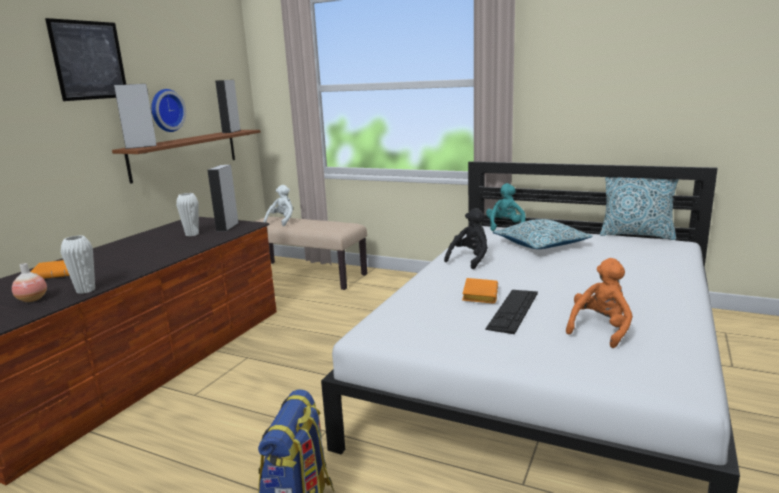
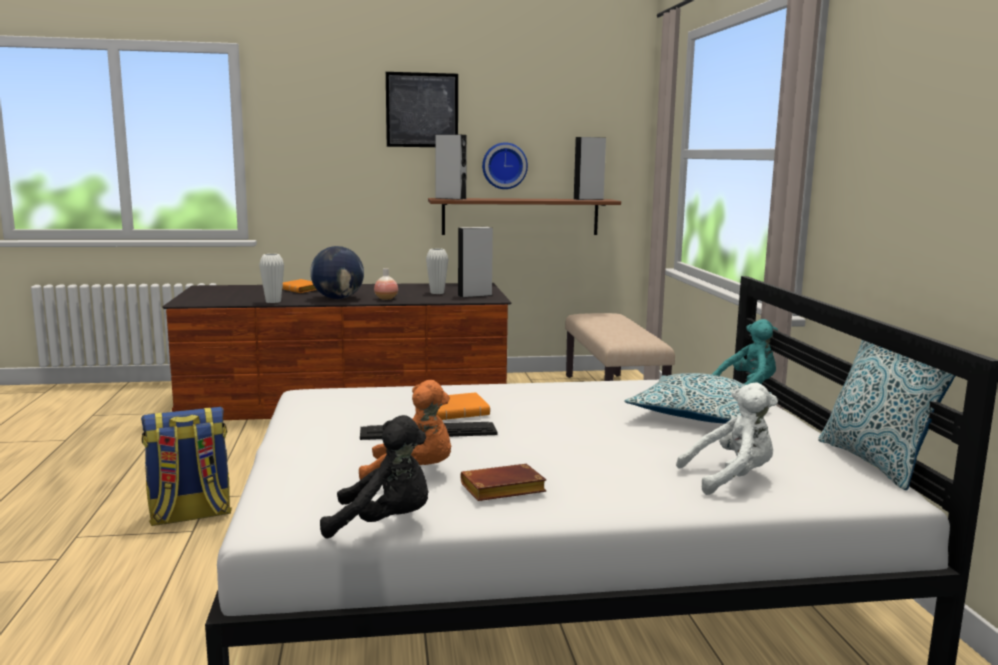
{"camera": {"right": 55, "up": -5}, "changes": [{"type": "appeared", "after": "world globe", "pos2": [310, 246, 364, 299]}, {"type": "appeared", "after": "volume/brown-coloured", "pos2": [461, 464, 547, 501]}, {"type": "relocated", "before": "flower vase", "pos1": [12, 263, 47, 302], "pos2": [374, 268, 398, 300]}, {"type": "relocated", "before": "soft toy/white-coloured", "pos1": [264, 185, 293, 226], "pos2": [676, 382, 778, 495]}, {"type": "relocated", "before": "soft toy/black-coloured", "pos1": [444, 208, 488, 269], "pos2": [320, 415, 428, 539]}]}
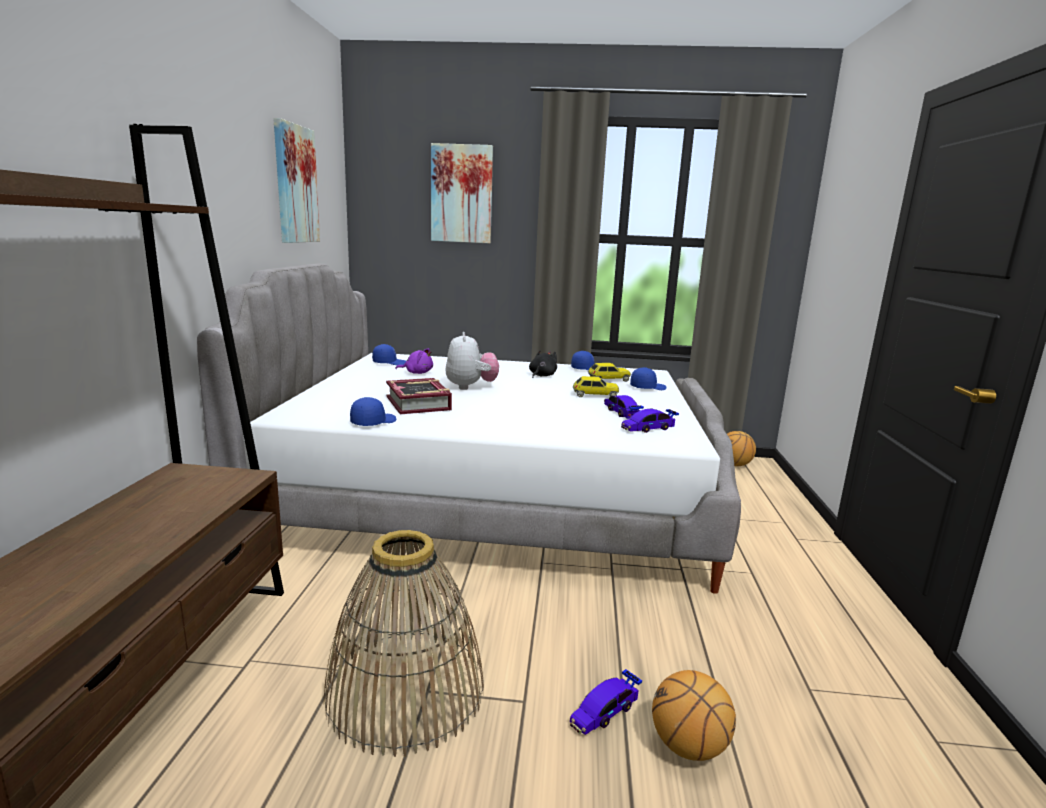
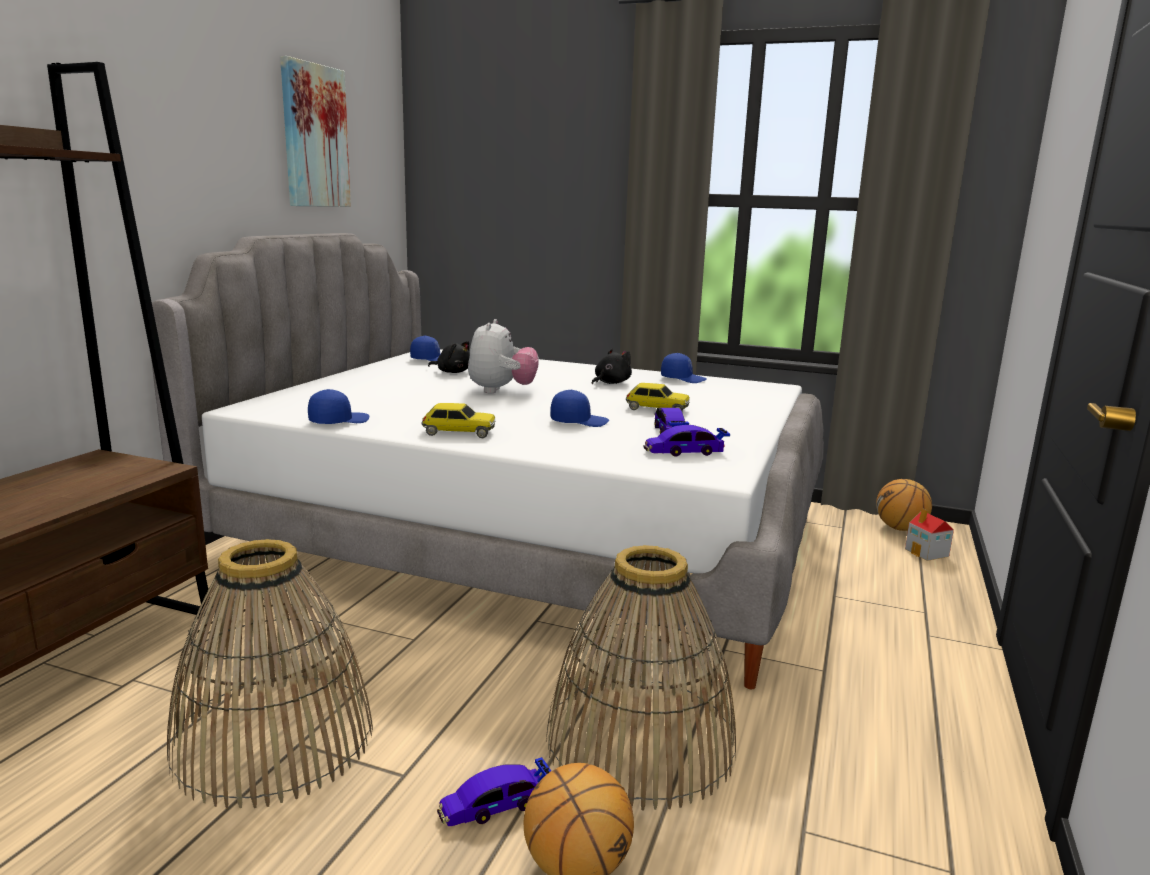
{"camera": {"right": 15, "up": 0}, "changes": [{"type": "missing", "before": "volume", "pos1": [386, 378, 452, 414]}, {"type": "missing", "before": "picture", "pos1": [431, 143, 493, 243]}, {"type": "appeared", "after": "household basket", "pos2": [546, 545, 736, 811]}, {"type": "appeared", "after": "model house", "pos2": [905, 508, 954, 561]}, {"type": "relocated", "before": "miniature car", "pos1": [588, 363, 631, 382], "pos2": [422, 403, 495, 438]}, {"type": "relocated", "before": "cap/blue", "pos1": [630, 367, 667, 390], "pos2": [551, 390, 609, 427]}, {"type": "colour", "before": "soft toy/purple", "after": "soft toy/black-coloured", "pos1": [395, 348, 433, 374], "pos2": [428, 341, 470, 373]}]}
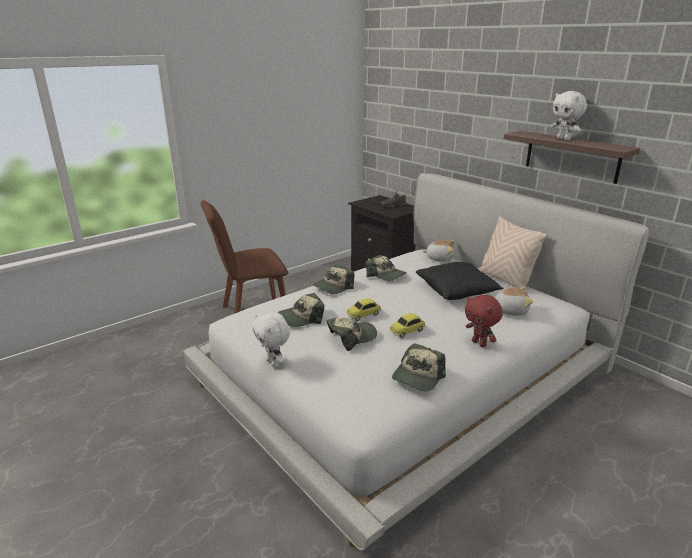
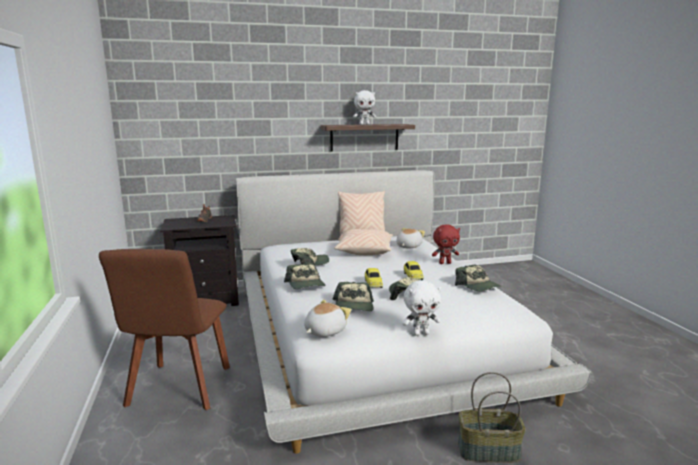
{"camera": {"right": -65, "up": -10}, "changes": [{"type": "appeared", "after": "household basket", "pos2": [458, 372, 526, 463]}, {"type": "relocated", "before": "soft toy", "pos1": [423, 240, 455, 262], "pos2": [304, 300, 351, 337]}, {"type": "colour", "before": "throw pillow/black-coloured", "after": "throw pillow/beige", "pos1": [416, 262, 504, 300], "pos2": [334, 229, 393, 255]}]}
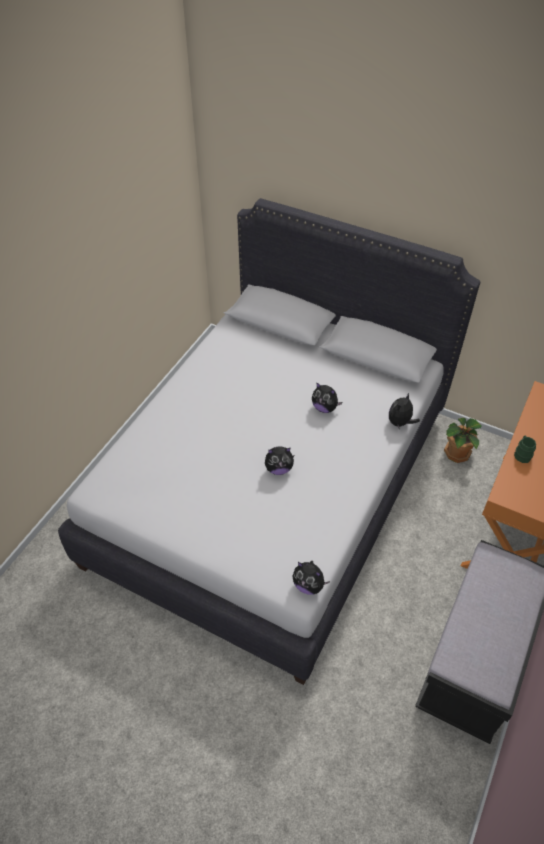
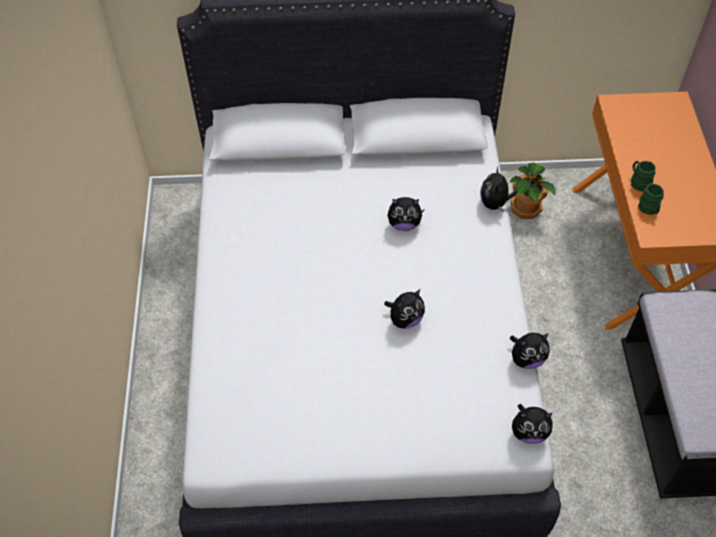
{"camera": {"right": -30, "up": 5}, "changes": [{"type": "appeared", "after": "soft toy", "pos2": [510, 333, 550, 369]}, {"type": "appeared", "after": "tea mug/green-coloured", "pos2": [638, 184, 664, 215]}]}
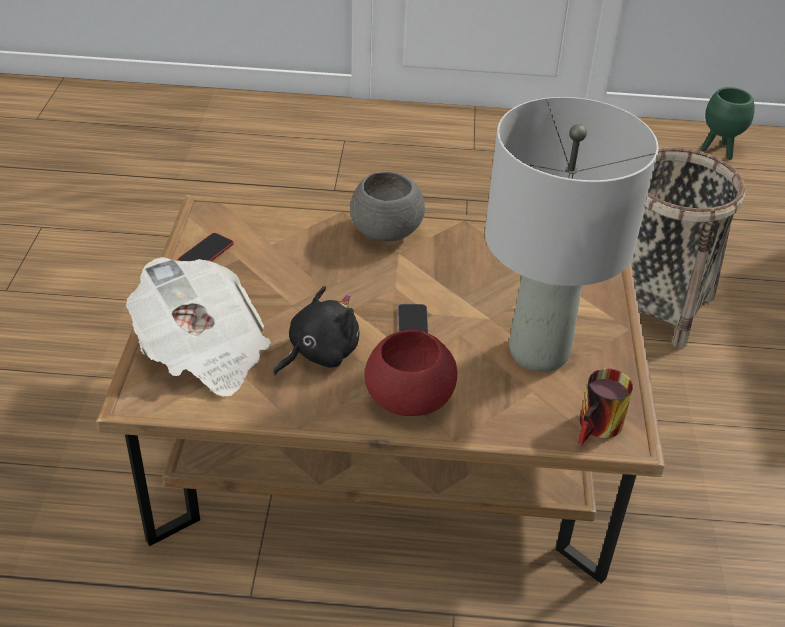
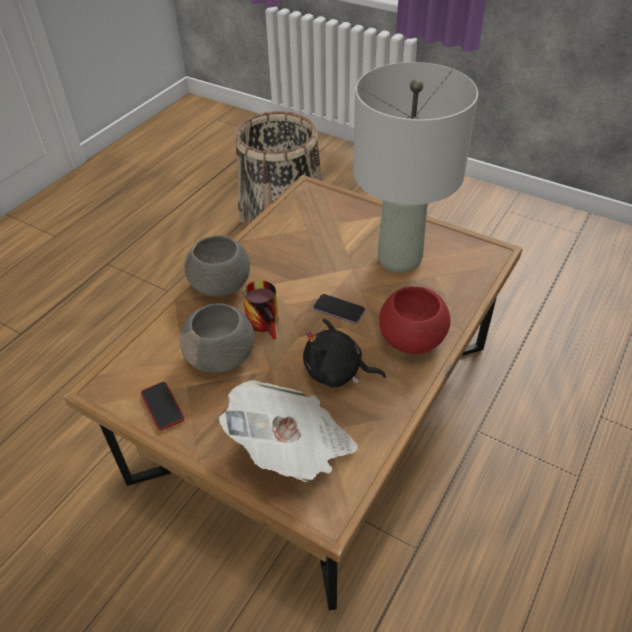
{"camera": {"right": -60, "up": 5}, "changes": [{"type": "missing", "before": "planter/green-coloured", "pos1": [701, 87, 755, 160]}, {"type": "appeared", "after": "bowl/greyish", "pos2": [180, 303, 254, 373]}, {"type": "relocated", "before": "tea mug", "pos1": [578, 368, 633, 445], "pos2": [243, 280, 278, 340]}, {"type": "spun", "before": "soft toy/black-coloured", "pos1": [273, 286, 359, 376], "pos2": [303, 319, 386, 387], "turn": -60}]}
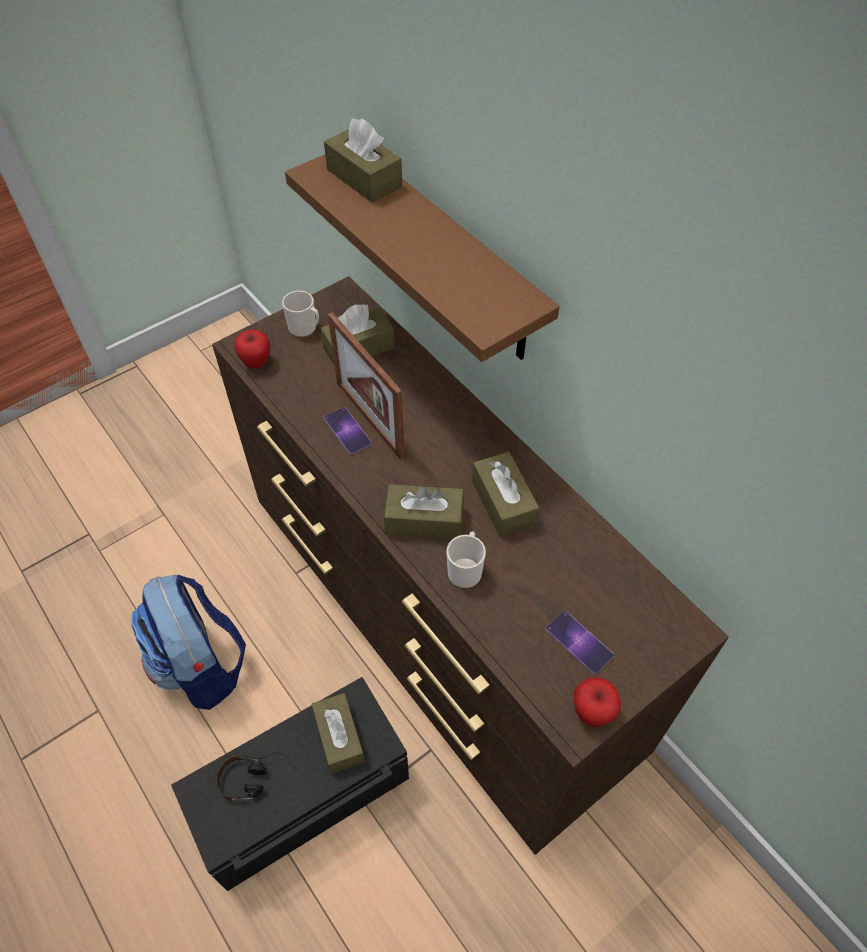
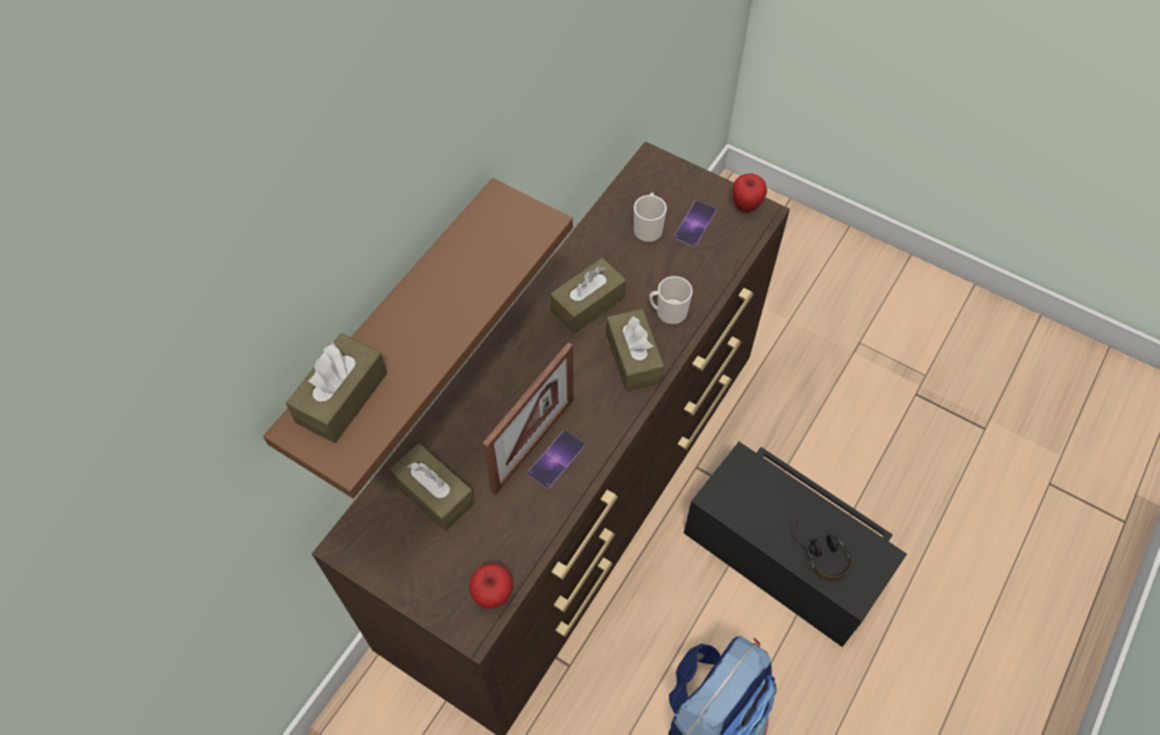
{"camera": {"right": -110, "up": 5}, "changes": [{"type": "missing", "before": "tissue box/brown-coloured", "pos1": [311, 693, 365, 774]}, {"type": "relocated", "before": "tea mug", "pos1": [282, 291, 319, 337], "pos2": [634, 193, 667, 242]}]}
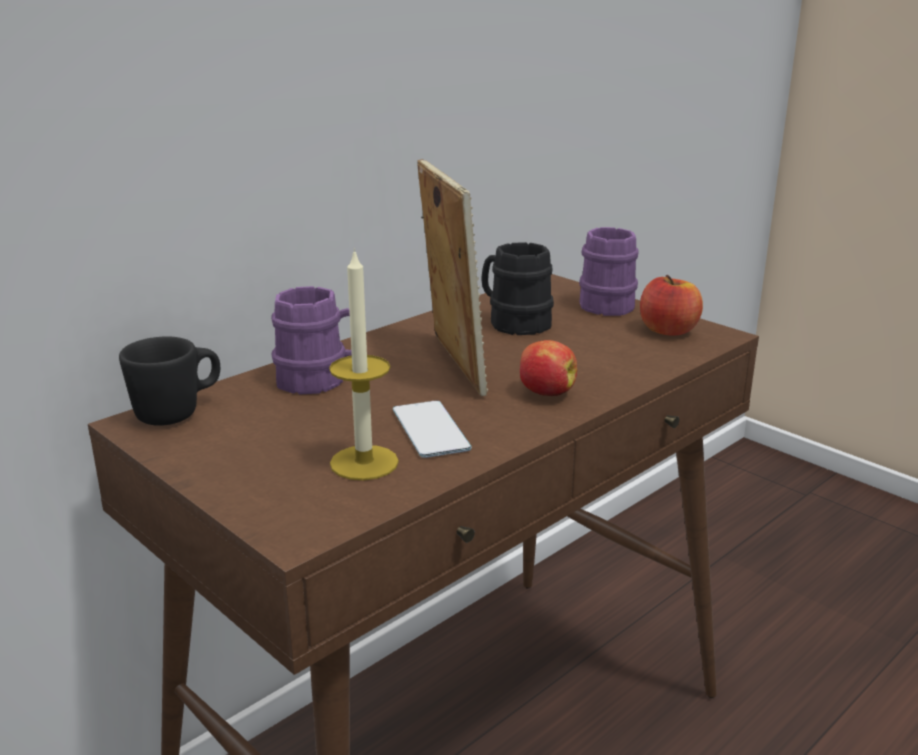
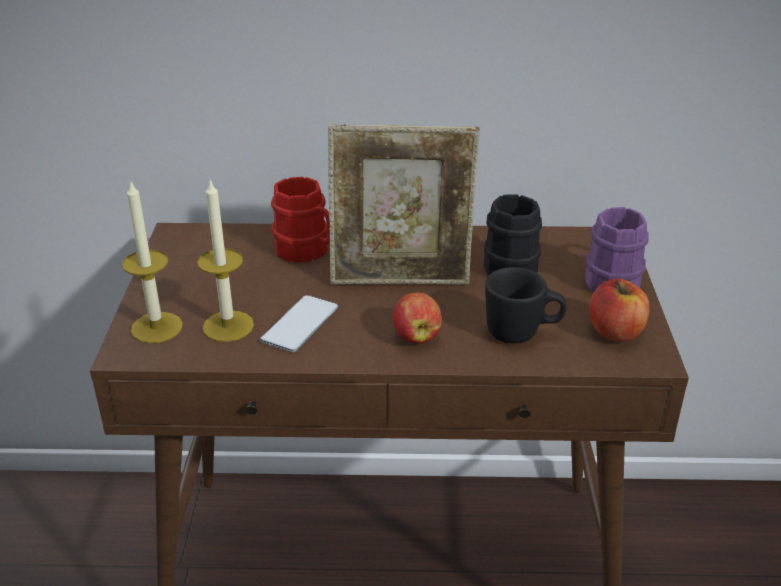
{"camera": {"right": 45, "up": 10}, "changes": [{"type": "appeared", "after": "wax light", "pos2": [122, 180, 183, 343]}, {"type": "relocated", "before": "tea mug/black-coloured", "pos1": [119, 337, 220, 426], "pos2": [485, 267, 567, 344]}, {"type": "colour", "before": "tea mug/purple", "after": "tea mug/red-coloured", "pos1": [271, 286, 352, 395], "pos2": [271, 177, 330, 262]}, {"type": "spun", "before": "picture frame", "pos1": [417, 159, 489, 396], "pos2": [328, 124, 480, 285], "turn": 60}]}
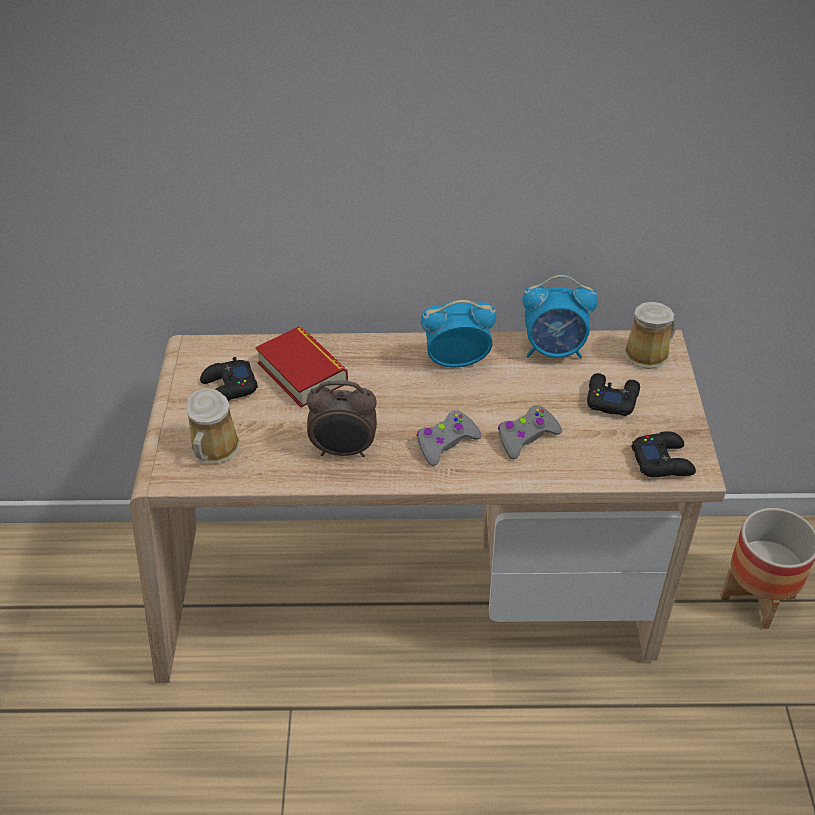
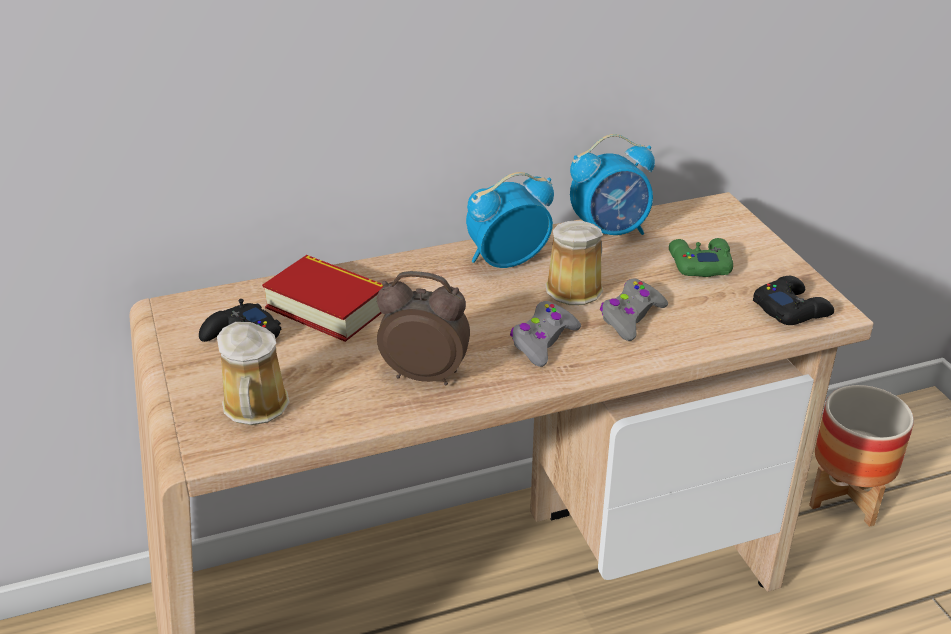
{"camera": {"right": -20, "up": -10}, "changes": [{"type": "relocated", "before": "tea mug", "pos1": [624, 302, 677, 369], "pos2": [545, 221, 603, 305]}, {"type": "colour", "before": "game controller/black-coloured", "after": "game controller/green-coloured", "pos1": [587, 373, 640, 416], "pos2": [669, 238, 733, 277]}, {"type": "spun", "before": "bedside clock", "pos1": [307, 381, 377, 457], "pos2": [377, 271, 470, 385], "turn": -150}]}
